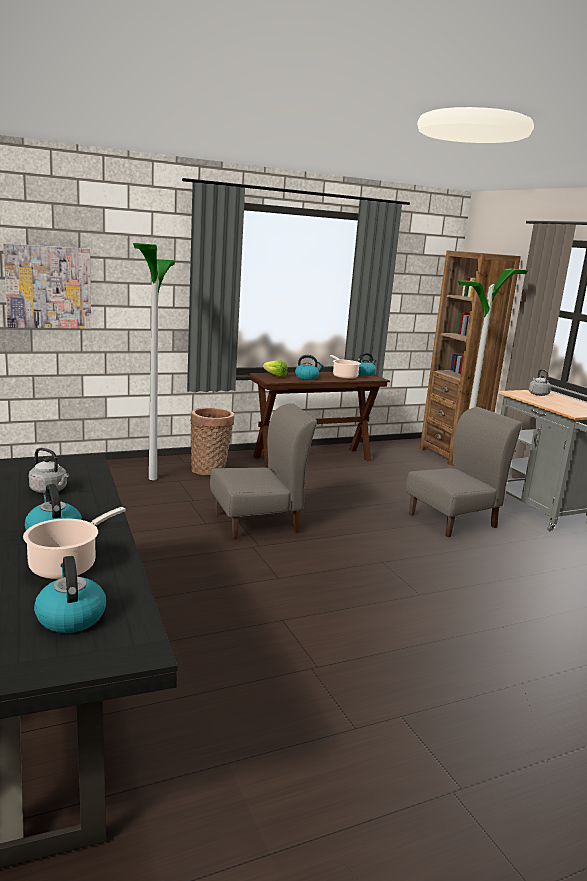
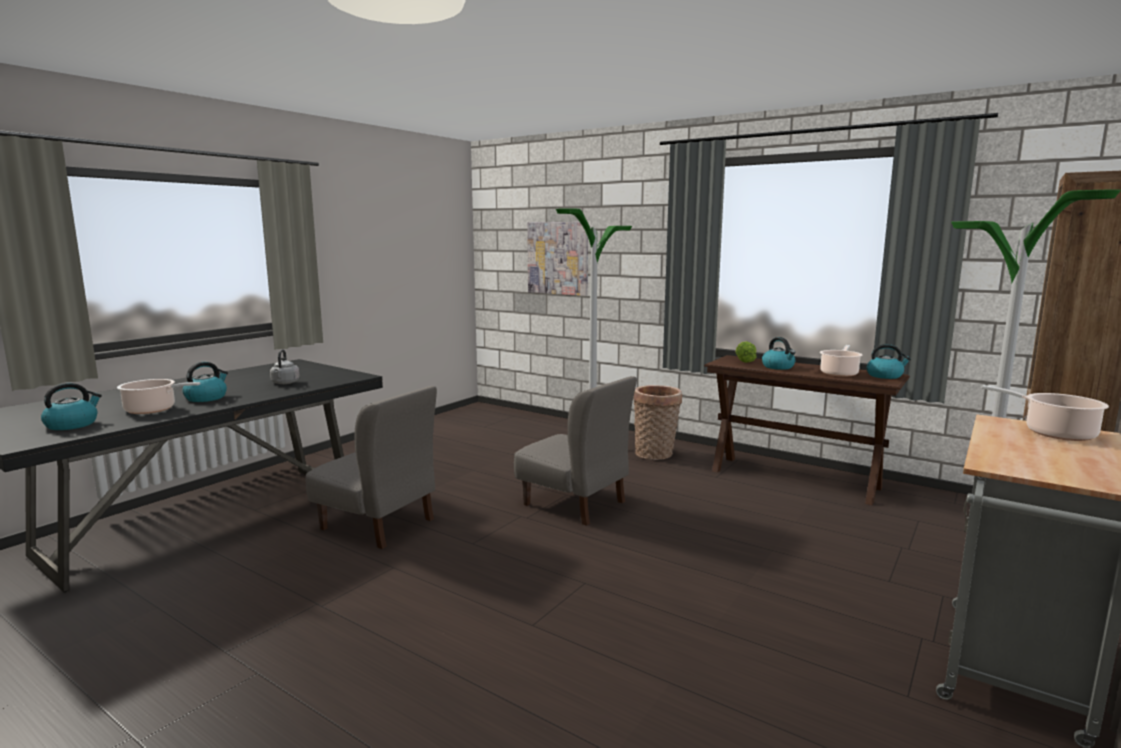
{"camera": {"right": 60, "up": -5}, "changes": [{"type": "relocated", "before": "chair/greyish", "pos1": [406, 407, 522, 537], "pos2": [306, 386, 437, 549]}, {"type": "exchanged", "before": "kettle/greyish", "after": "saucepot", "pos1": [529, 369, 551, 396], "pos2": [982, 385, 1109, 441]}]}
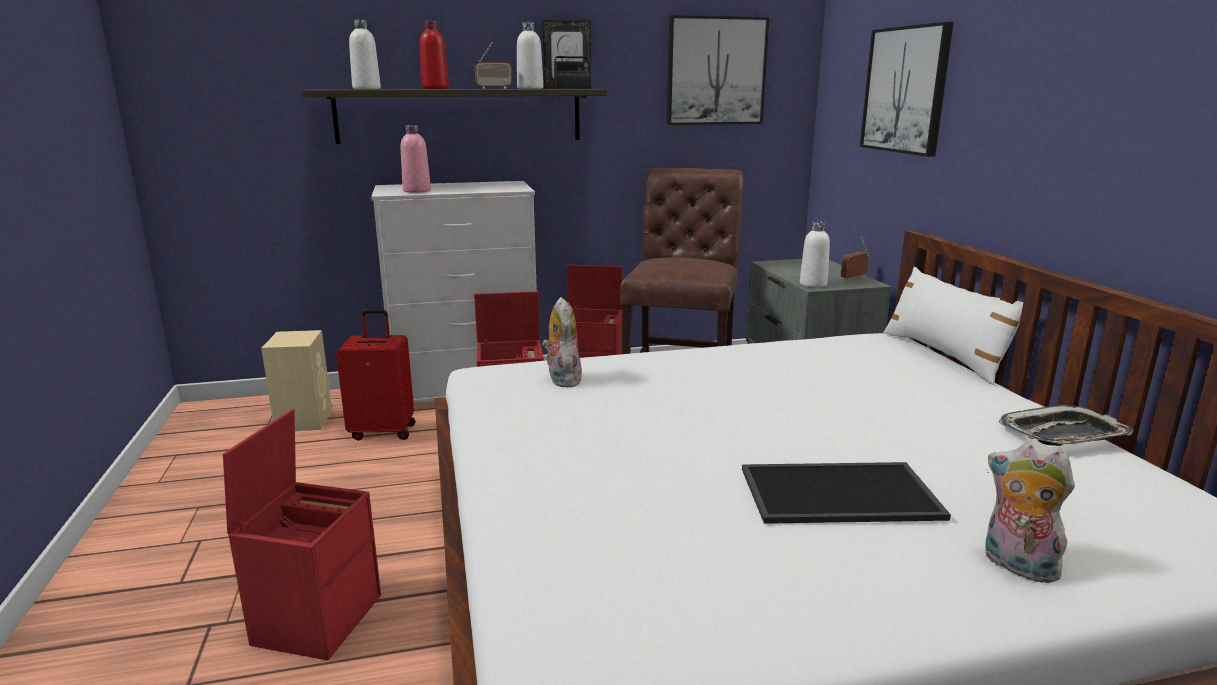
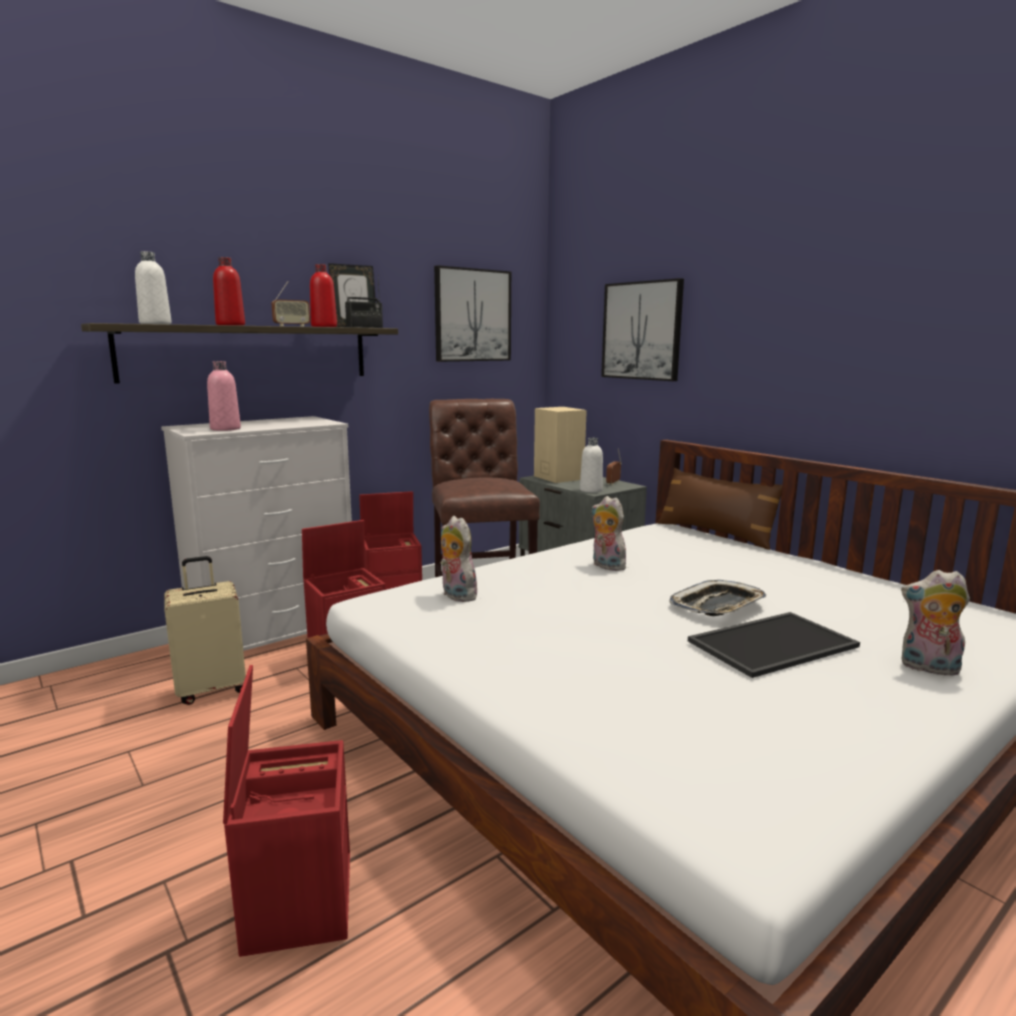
{"camera": {"right": -25, "up": -5}, "changes": [{"type": "appeared", "after": "soft toy", "pos2": [591, 496, 626, 571]}, {"type": "relocated", "before": "speaker/beige", "pos1": [261, 330, 332, 431], "pos2": [534, 407, 587, 483]}, {"type": "relocated", "before": "tray", "pos1": [999, 405, 1133, 446], "pos2": [670, 580, 766, 616]}, {"type": "colour", "before": "piece of luggage/red-coloured", "after": "piece of luggage/beige", "pos1": [336, 309, 416, 440], "pos2": [164, 556, 246, 705]}, {"type": "colour", "before": "beverage bottle/white-coloured", "after": "beverage bottle/red-coloured", "pos1": [517, 22, 543, 89], "pos2": [310, 264, 337, 327]}, {"type": "colour", "before": "throw pillow/white-coloured", "after": "throw pillow/brown-coloured", "pos1": [883, 267, 1023, 385], "pos2": [658, 468, 782, 550]}]}
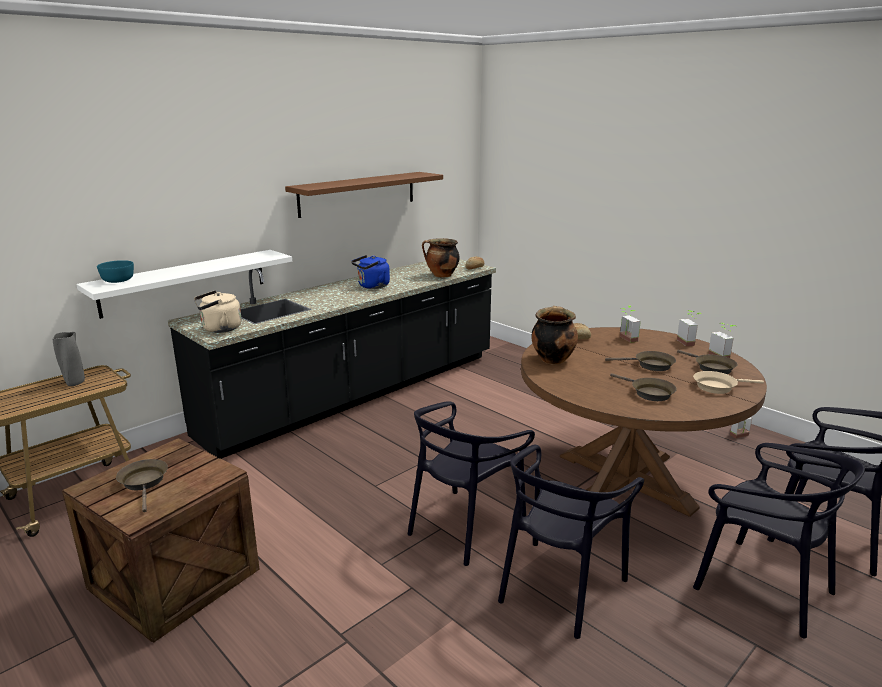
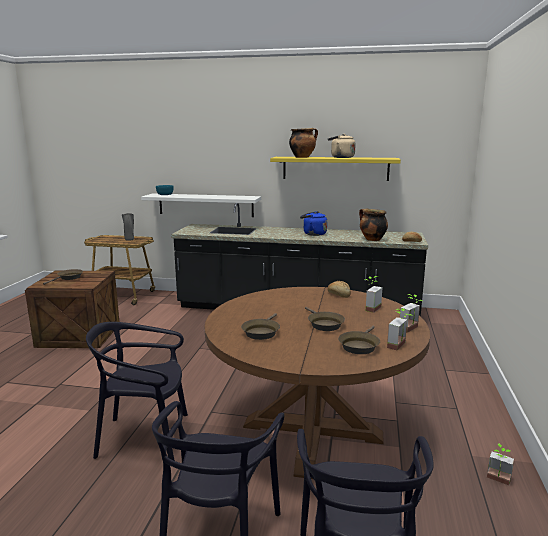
{"camera": {"right": 55, "up": -5}, "changes": [{"type": "missing", "before": "chair/black-coloured", "pos1": [408, 401, 535, 566]}, {"type": "missing", "before": "frying pan/beige", "pos1": [693, 371, 764, 394]}, {"type": "relocated", "before": "kettle/beige", "pos1": [194, 290, 242, 333], "pos2": [328, 134, 355, 158]}, {"type": "relocated", "before": "saucepot", "pos1": [532, 306, 578, 365], "pos2": [289, 128, 318, 158]}, {"type": "colour", "before": "shelf/brown-coloured", "after": "shelf/yellowish", "pos1": [285, 172, 443, 218], "pos2": [270, 157, 401, 181]}]}
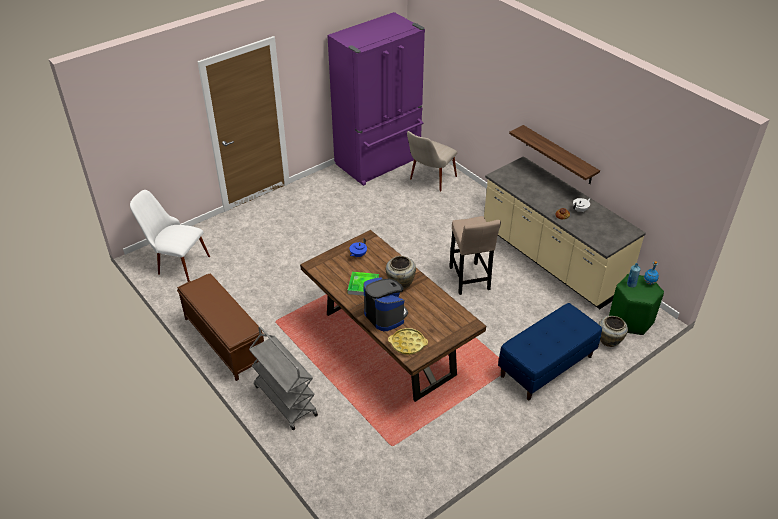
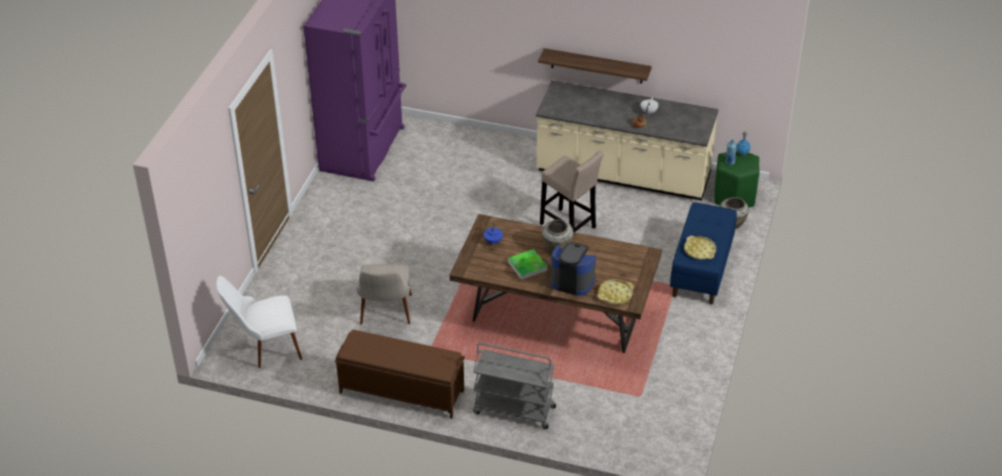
{"camera": {"right": -35, "up": 0}, "changes": [{"type": "appeared", "after": "tray/yellowish", "pos2": [684, 236, 716, 259]}, {"type": "relocated", "before": "chair/beige", "pos1": [407, 131, 457, 192], "pos2": [356, 264, 412, 325]}]}
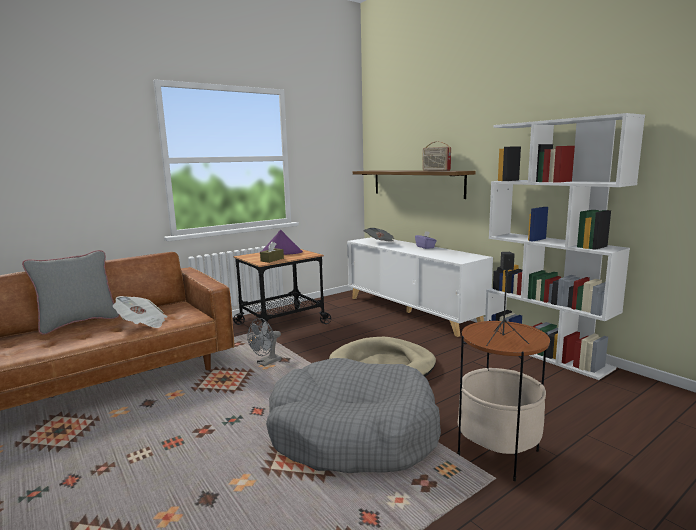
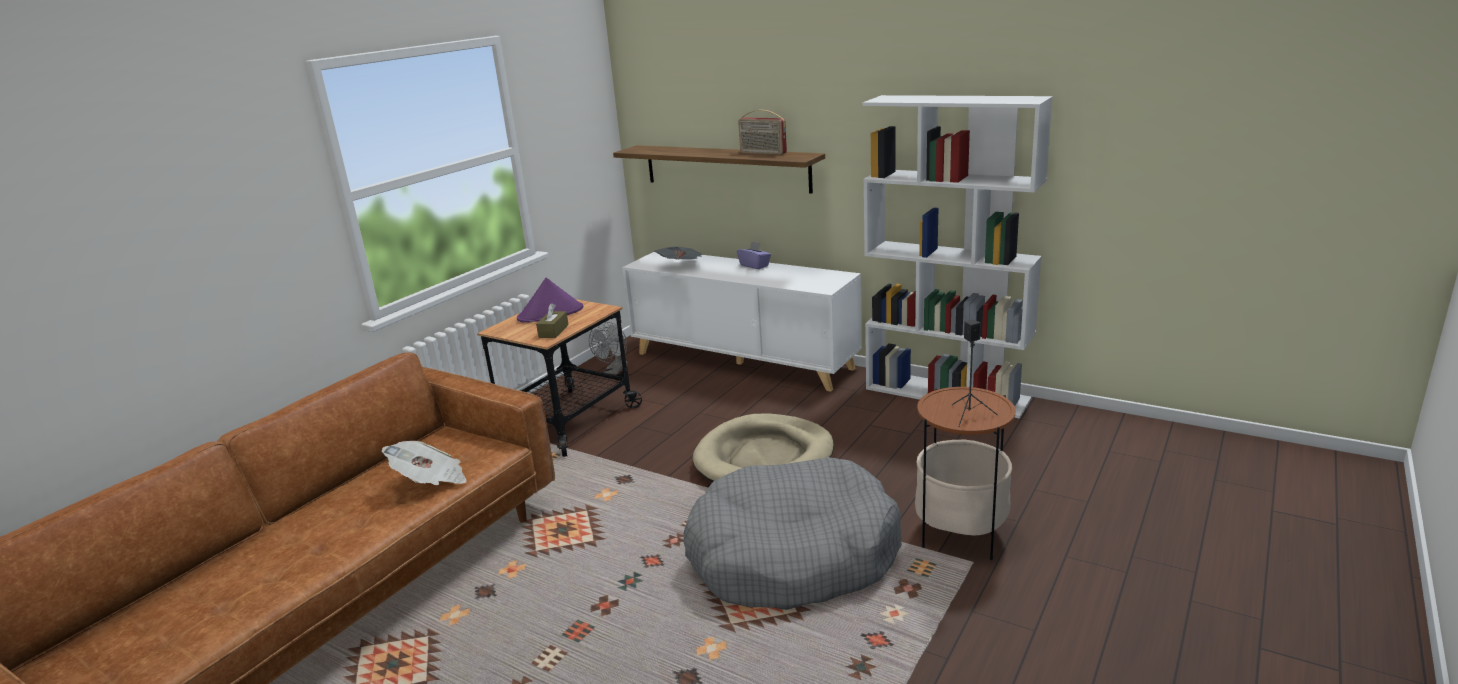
{"camera": {"right": -20, "up": 10}, "changes": [{"type": "missing", "before": "throw pillow/greyish", "pos1": [22, 250, 120, 335]}, {"type": "relocated", "before": "cooling fan/greyish", "pos1": [247, 318, 281, 366], "pos2": [589, 322, 628, 374]}]}
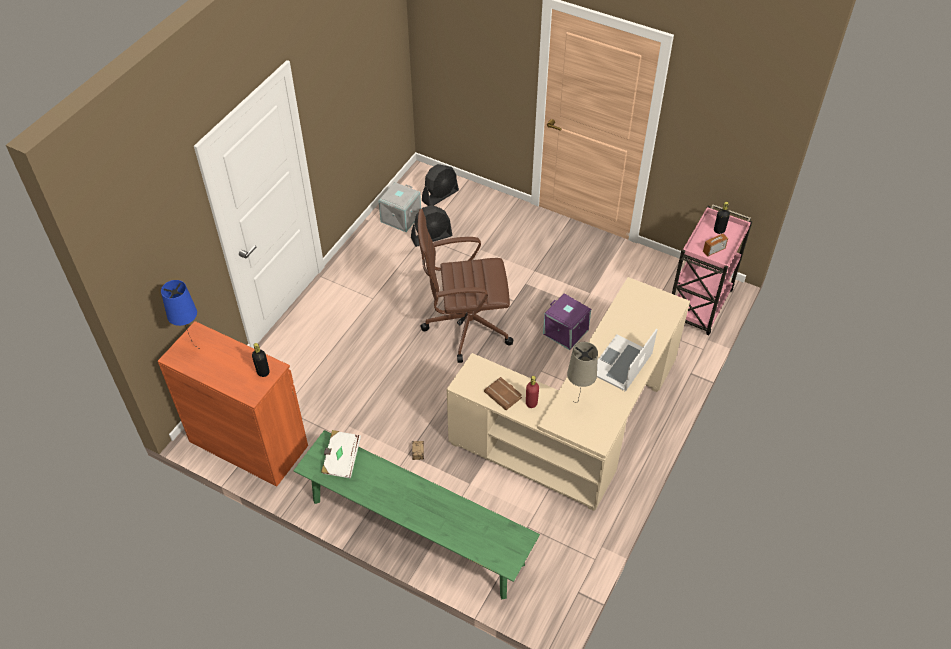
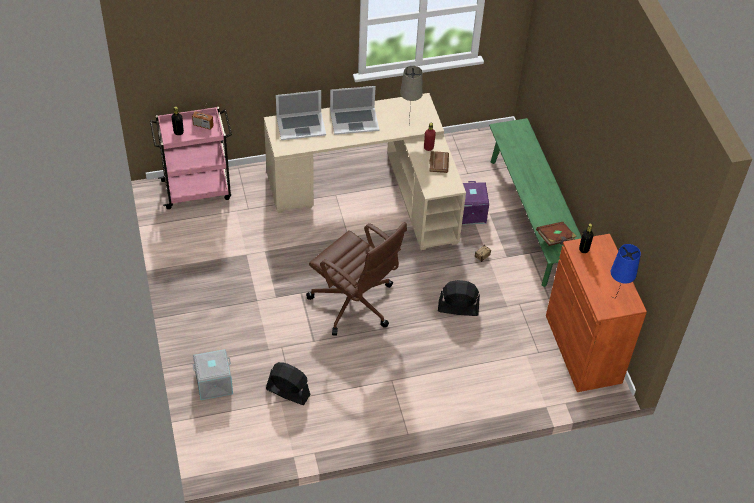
{"camera": {"right": -135, "up": 0}, "changes": [{"type": "appeared", "after": "laptop", "pos2": [276, 90, 326, 140]}, {"type": "relocated", "before": "storage bin/greyish", "pos1": [378, 182, 421, 232], "pos2": [192, 349, 233, 400]}, {"type": "relocated", "before": "cooling fan/black-coloured", "pos1": [422, 164, 459, 206], "pos2": [438, 280, 480, 316]}, {"type": "relocated", "before": "storage bin/purple", "pos1": [543, 293, 591, 350], "pos2": [462, 181, 489, 224]}, {"type": "colour", "before": "volume/white-coloured", "after": "volume/brown-coloured", "pos1": [321, 430, 361, 478], "pos2": [536, 222, 577, 246]}]}
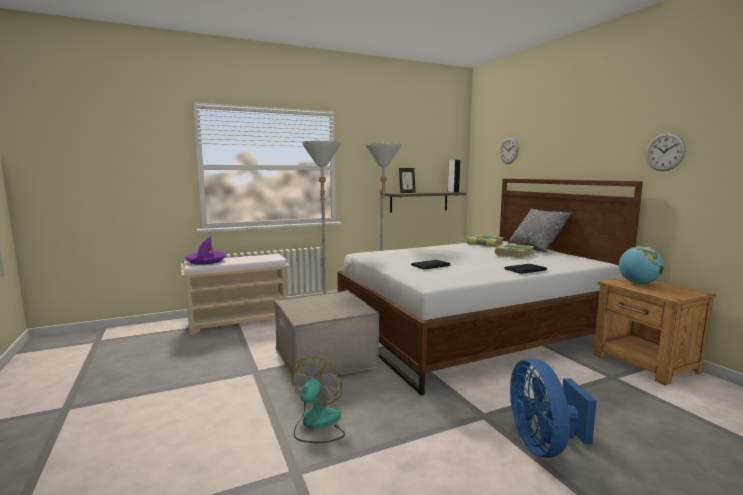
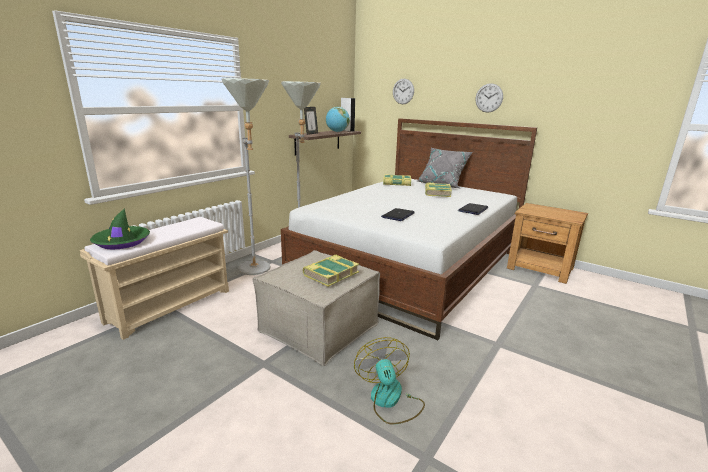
{"camera": {"right": -30, "up": 10}, "changes": [{"type": "missing", "before": "cooling fan/blue", "pos1": [510, 359, 597, 458]}, {"type": "appeared", "after": "volume", "pos2": [303, 255, 359, 287]}, {"type": "relocated", "before": "world globe", "pos1": [619, 246, 664, 284], "pos2": [326, 107, 350, 132]}, {"type": "relocated", "before": "wall clock", "pos1": [646, 133, 686, 171], "pos2": [476, 83, 503, 113]}, {"type": "colour", "before": "clothing hat/purple", "after": "clothing hat/green-coloured", "pos1": [184, 236, 227, 265], "pos2": [90, 208, 150, 249]}]}
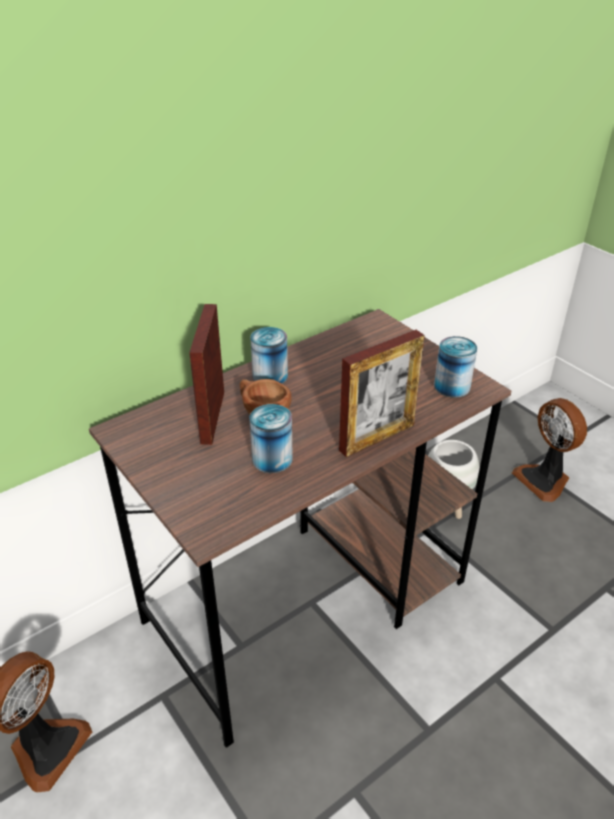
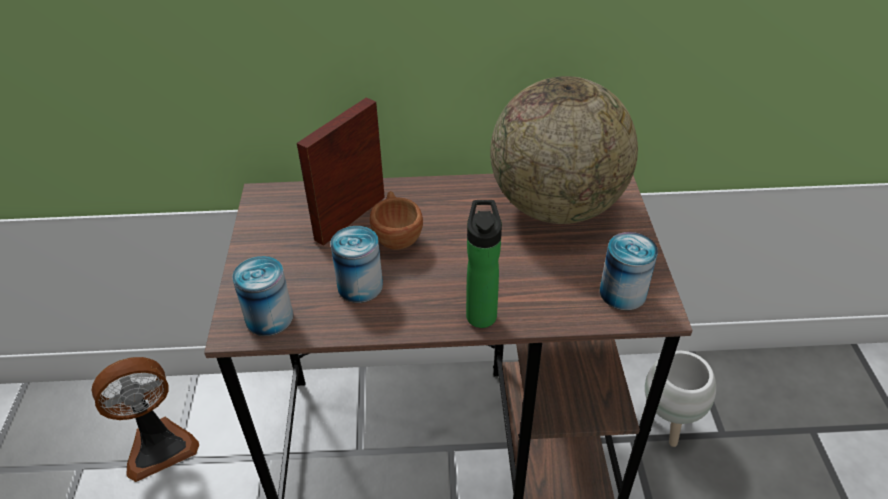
{"camera": {"right": 35, "up": 5}, "changes": [{"type": "missing", "before": "cooling fan", "pos1": [512, 398, 587, 502]}, {"type": "appeared", "after": "world globe", "pos2": [490, 76, 638, 224]}, {"type": "relocated", "before": "can", "pos1": [250, 327, 288, 384], "pos2": [232, 256, 293, 336]}, {"type": "exchanged", "before": "picture frame", "after": "beverage bottle", "pos1": [339, 330, 425, 457], "pos2": [466, 200, 502, 328]}]}
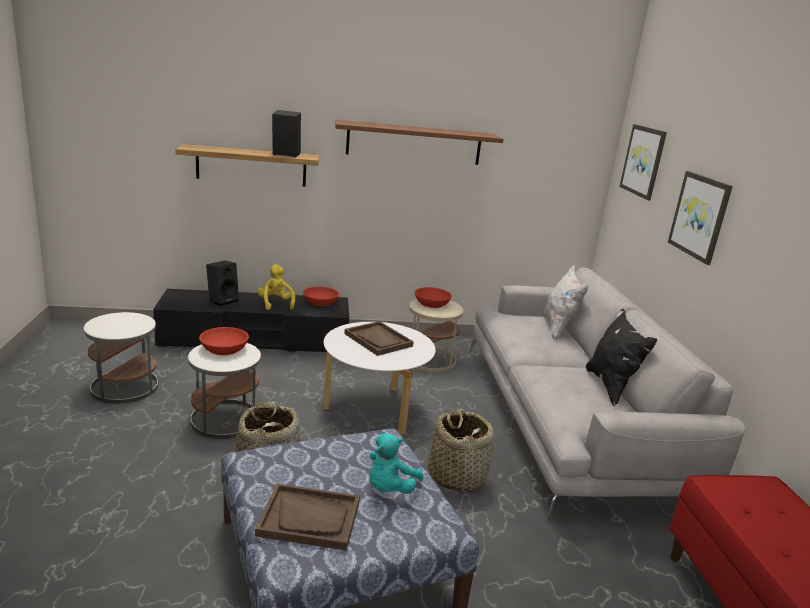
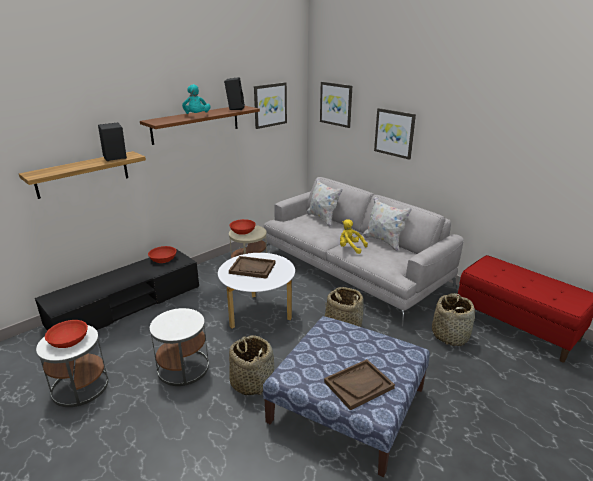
{"camera": {"right": -35, "up": 5}, "changes": [{"type": "appeared", "after": "picture", "pos2": [254, 82, 287, 129]}, {"type": "appeared", "after": "household basket", "pos2": [432, 293, 475, 346]}, {"type": "relocated", "before": "bowl/red-coloured", "pos1": [199, 327, 249, 355], "pos2": [45, 320, 88, 348]}, {"type": "relocated", "before": "speaker/black-coloured", "pos1": [206, 261, 239, 306], "pos2": [224, 77, 245, 110]}, {"type": "relocated", "before": "soft toy/yellowish", "pos1": [257, 264, 295, 310], "pos2": [340, 219, 368, 254]}, {"type": "relocated", "before": "soft toy/turquoise-coloured", "pos1": [370, 433, 423, 494], "pos2": [182, 84, 211, 114]}, {"type": "colour", "before": "throw pillow/black-coloured", "after": "throw pillow/white-coloured", "pos1": [586, 308, 657, 406], "pos2": [363, 197, 412, 252]}]}
